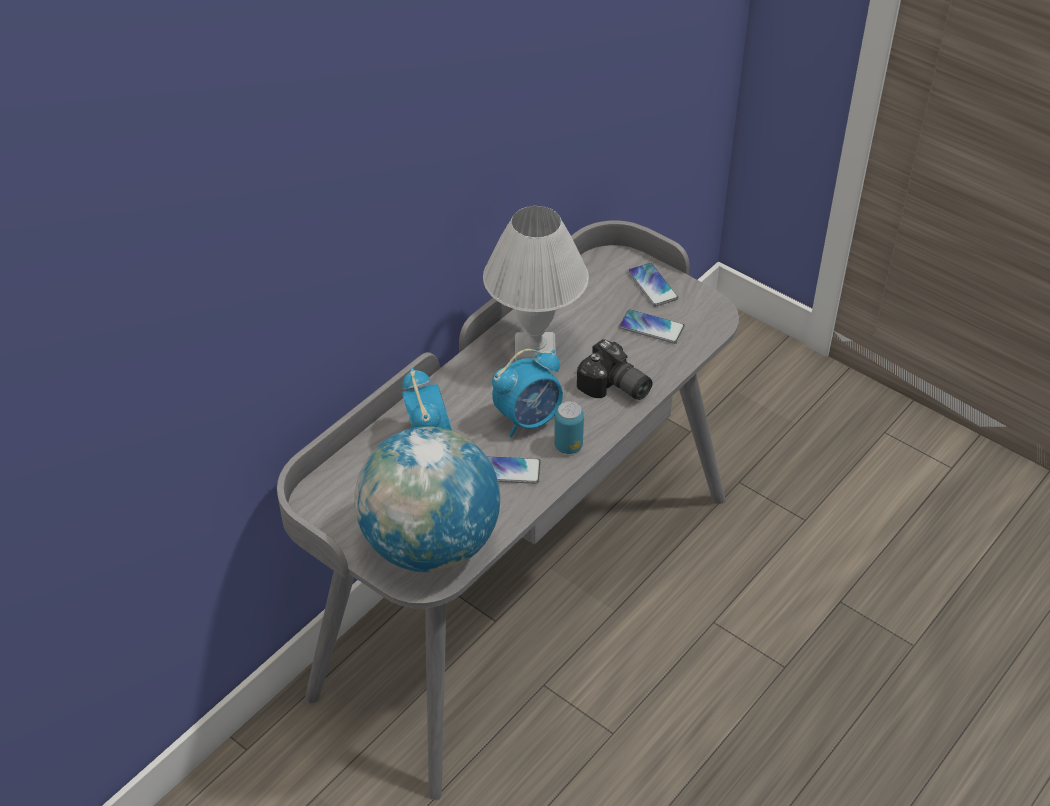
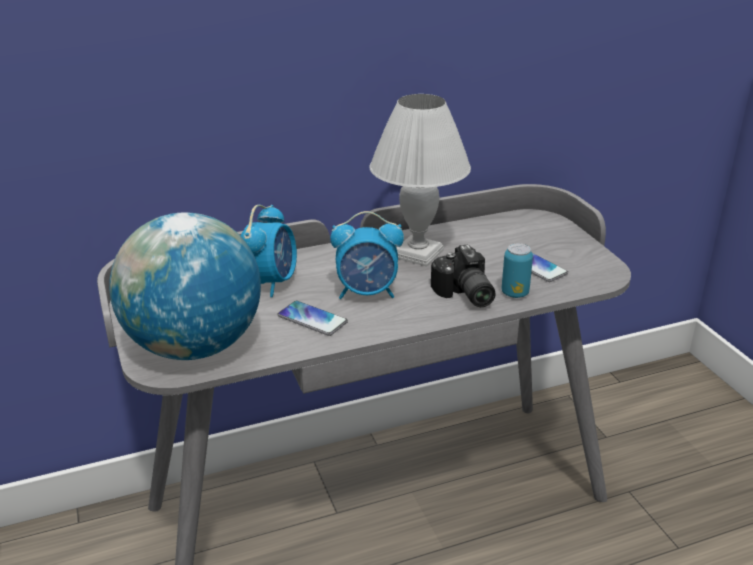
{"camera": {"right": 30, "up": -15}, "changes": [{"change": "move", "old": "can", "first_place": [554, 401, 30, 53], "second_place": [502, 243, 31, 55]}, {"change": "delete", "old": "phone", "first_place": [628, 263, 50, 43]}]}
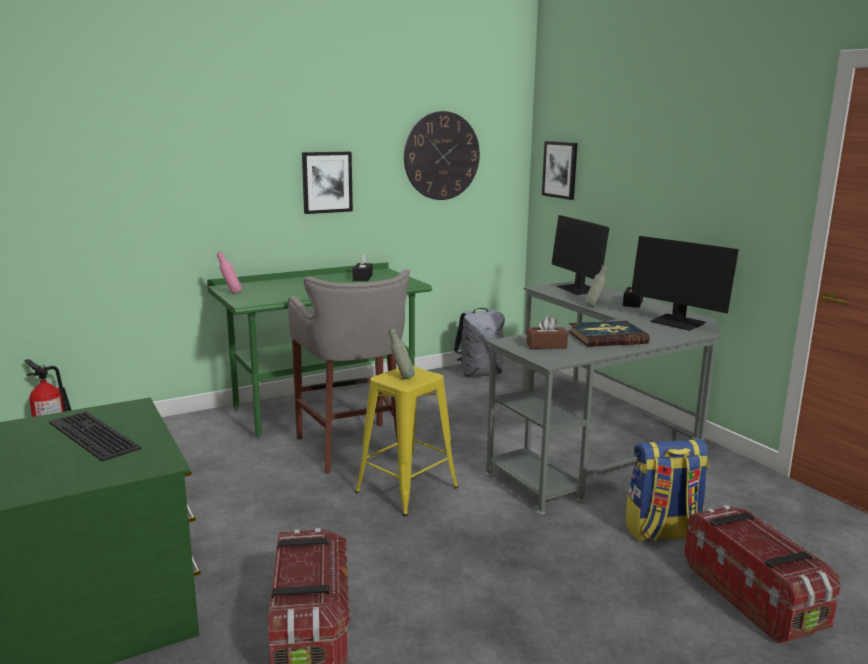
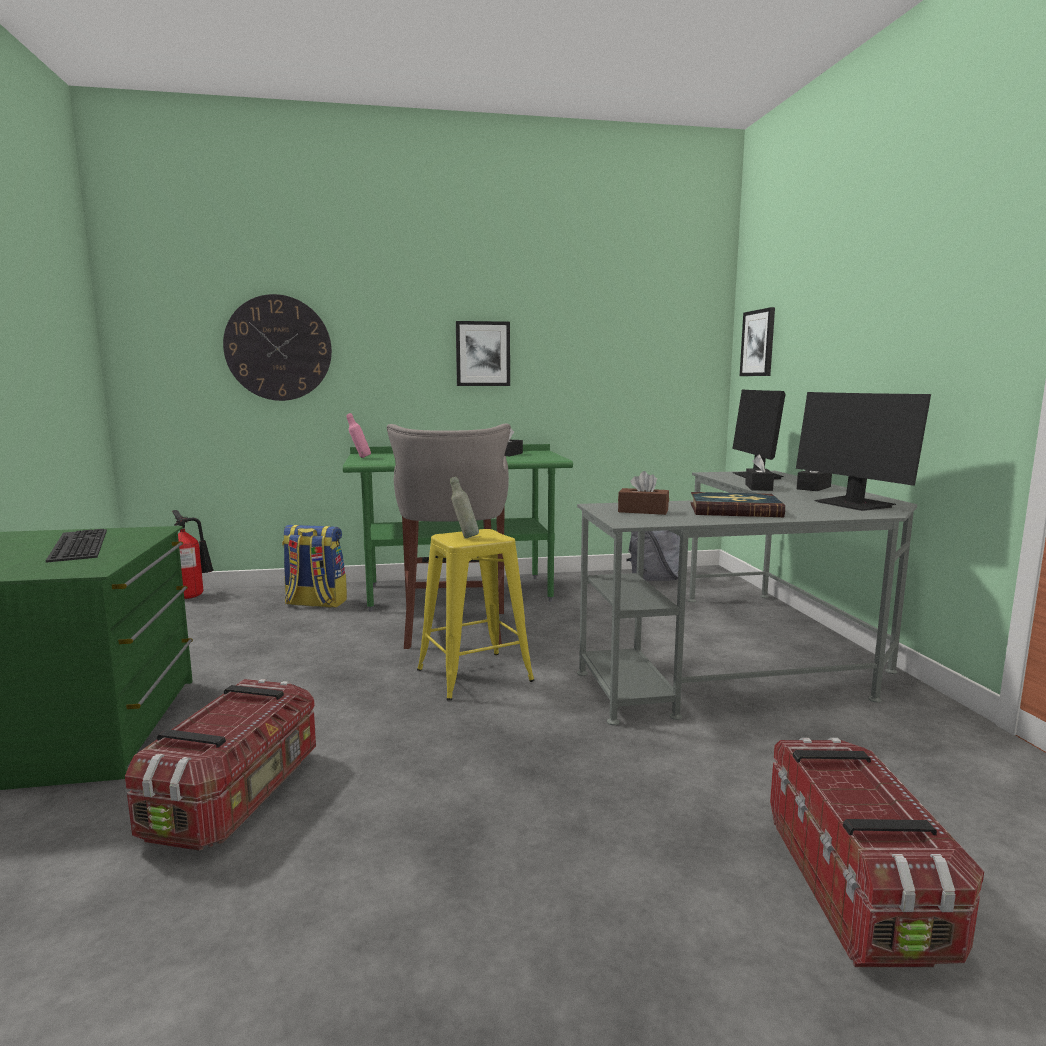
{"camera": {"right": 20, "up": -5}, "changes": [{"change": "move", "old": "wall clock", "first_place": [404, 111, 76, 89], "second_place": [223, 294, 109, 107]}, {"change": "move", "old": "backpack", "first_place": [625, 440, 84, 102], "second_place": [282, 525, 65, 83]}, {"change": "replace", "old": "grey bottle", "new": "black tissue box", "first_place": [585, 264, 23, 43], "second_place": [745, 454, 29, 37]}]}
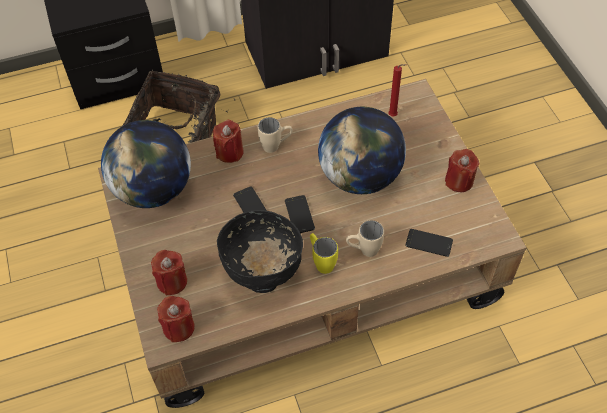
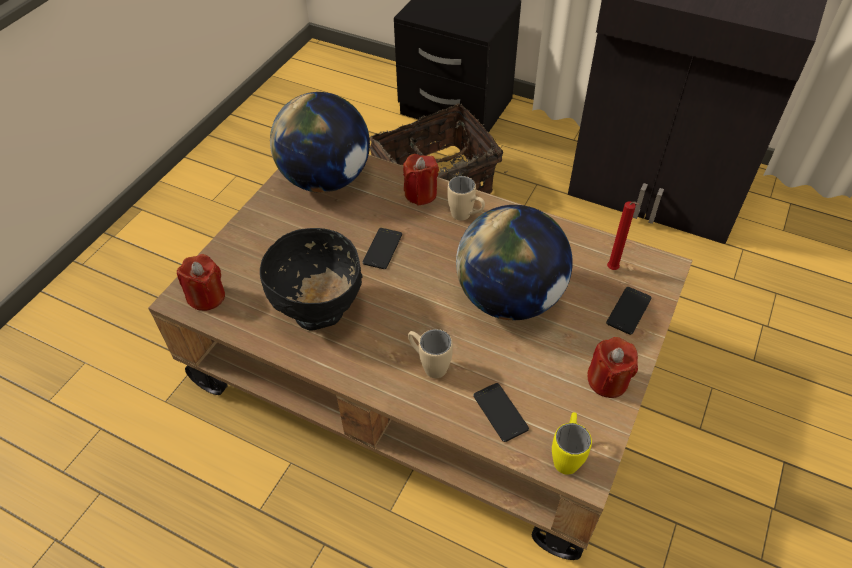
{"camera": {"right": 45, "up": -5}, "changes": [{"change": "move", "old": "yellow mug", "first_place": [310, 233, 28, 41], "second_place": [552, 412, 40, 63]}, {"change": "move", "old": "phone", "first_place": [285, 195, 30, 38], "second_place": [606, 287, 46, 48]}, {"change": "delete", "old": "red candle", "first_place": [151, 250, 36, 46]}]}
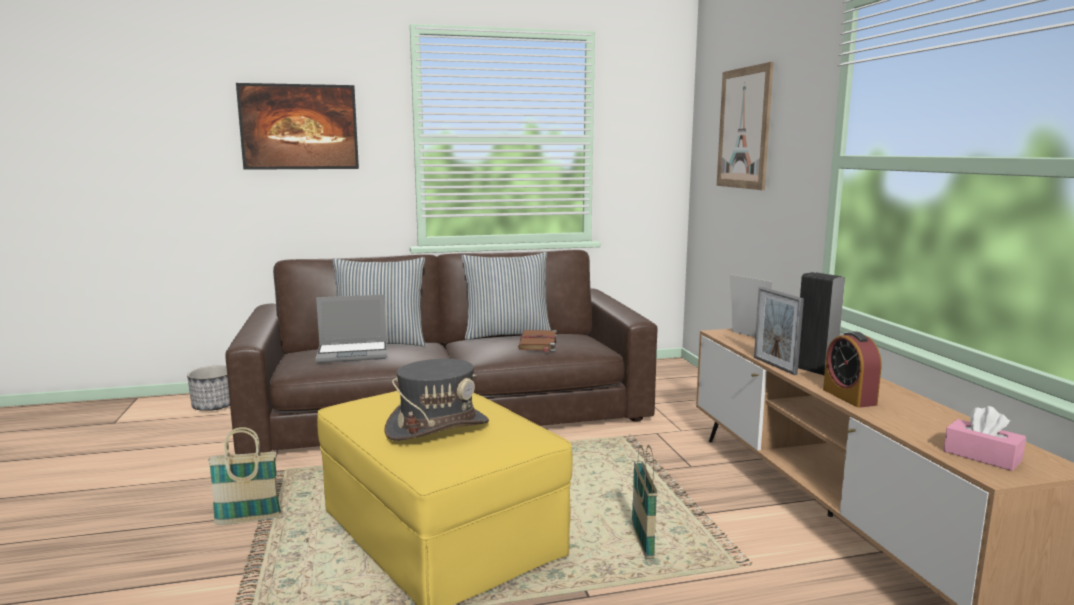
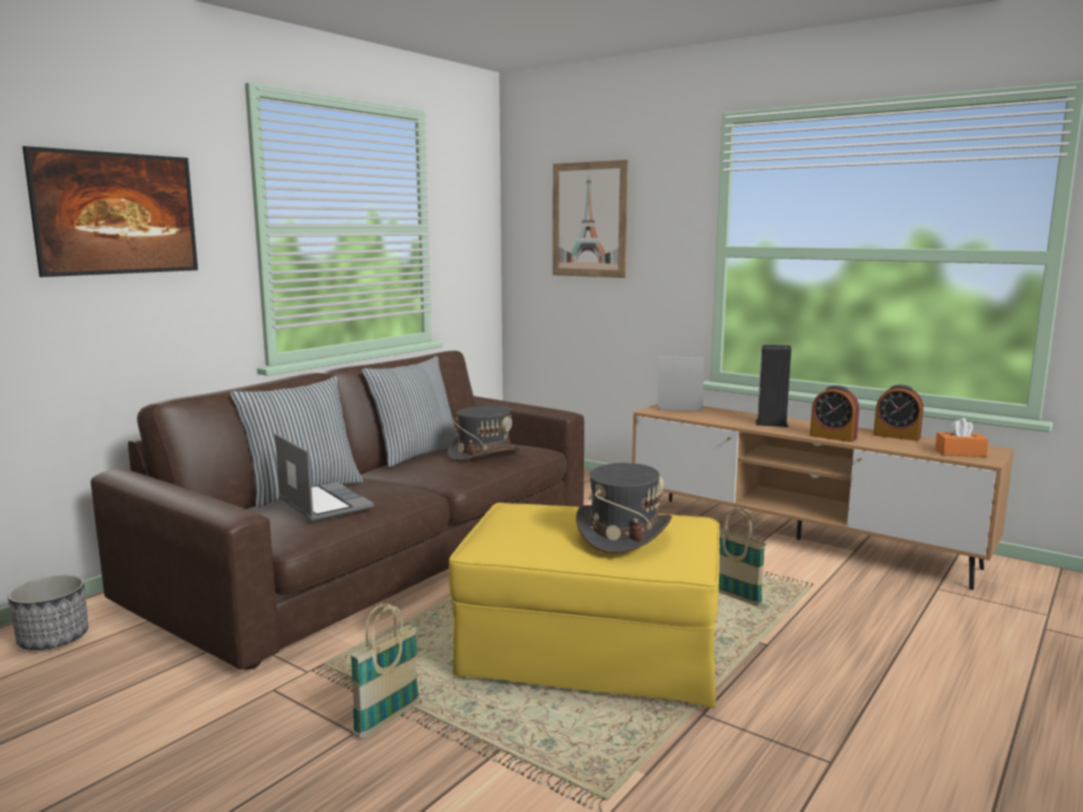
{"camera": {"right": -40, "up": 0}, "changes": [{"change": "rotate", "old": "laptop", "first_place": [315, 294, 72, 69], "second_place": [275, 434, 99, 88], "degrees": -75}, {"change": "replace", "old": "brown book", "new": "grey hat", "first_place": [518, 330, 39, 22], "second_place": [448, 406, 72, 55]}, {"change": "insert", "new": "alarm clock", "second_place": [874, 384, 49, 57]}, {"change": "recolor", "old": "pink tissue box", "new": "orange tissue box", "first_place": [943, 406, 83, 65], "second_place": [935, 418, 54, 39]}, {"change": "delete", "old": "picture frame", "first_place": [754, 287, 50, 88]}]}
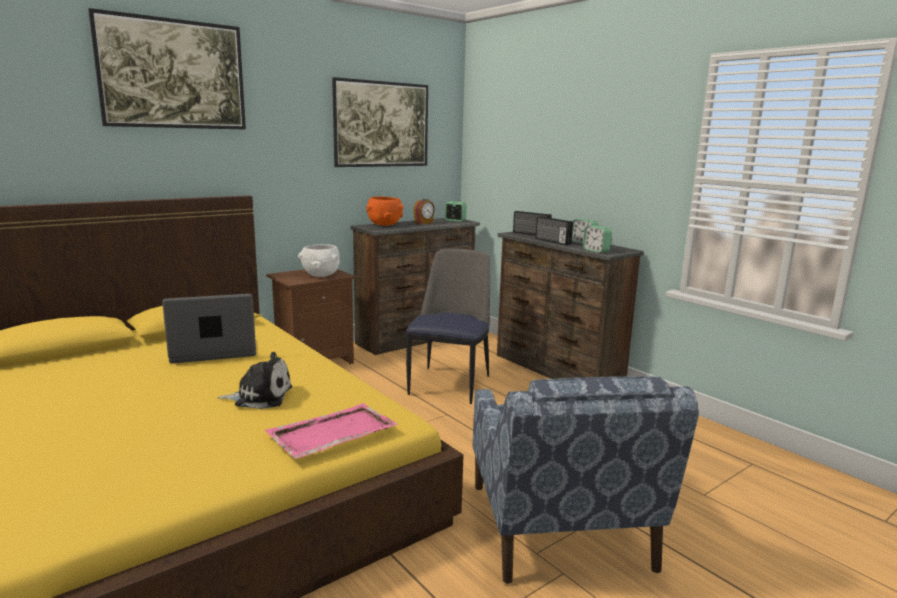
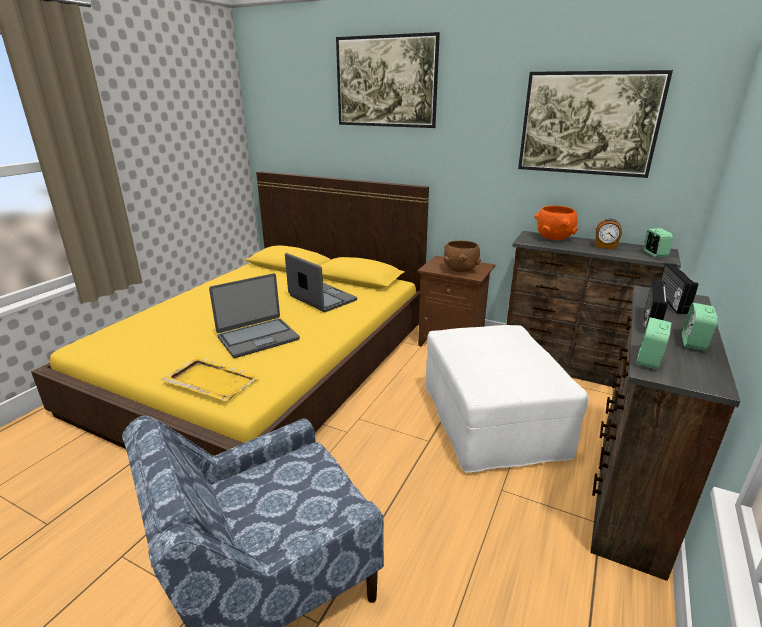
{"camera": {"right": 65, "up": 10}, "changes": [{"change": "recolor", "old": "pink tray", "new": "yellow tray", "first_place": [264, 403, 134, 56], "second_place": [160, 356, 101, 45]}, {"change": "replace", "old": "plush toy", "new": "laptop", "first_place": [217, 352, 75, 57], "second_place": [209, 273, 91, 85]}, {"change": "replace", "old": "chair", "new": "white ottoman", "first_place": [406, 249, 84, 155], "second_place": [425, 325, 164, 148]}, {"change": "recolor", "old": "white bowl", "new": "brown bowl", "first_place": [298, 244, 42, 33], "second_place": [444, 241, 37, 31]}]}
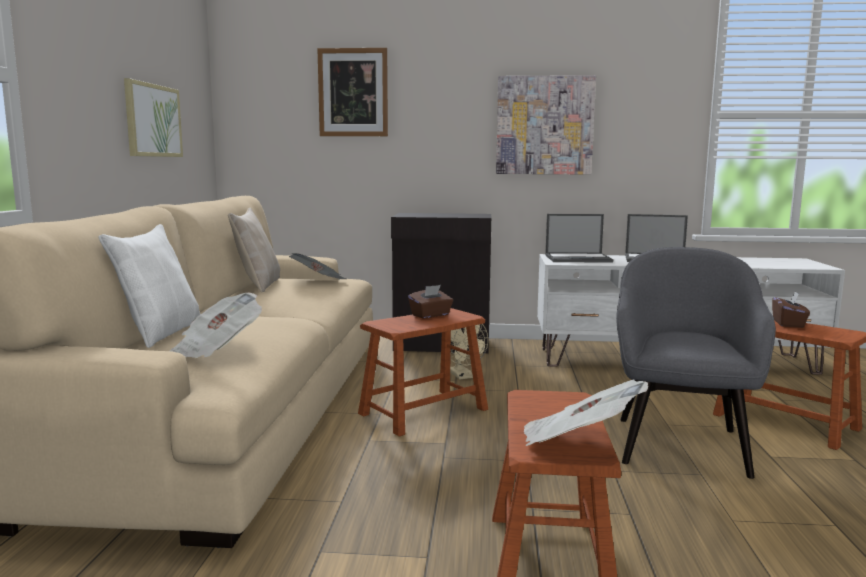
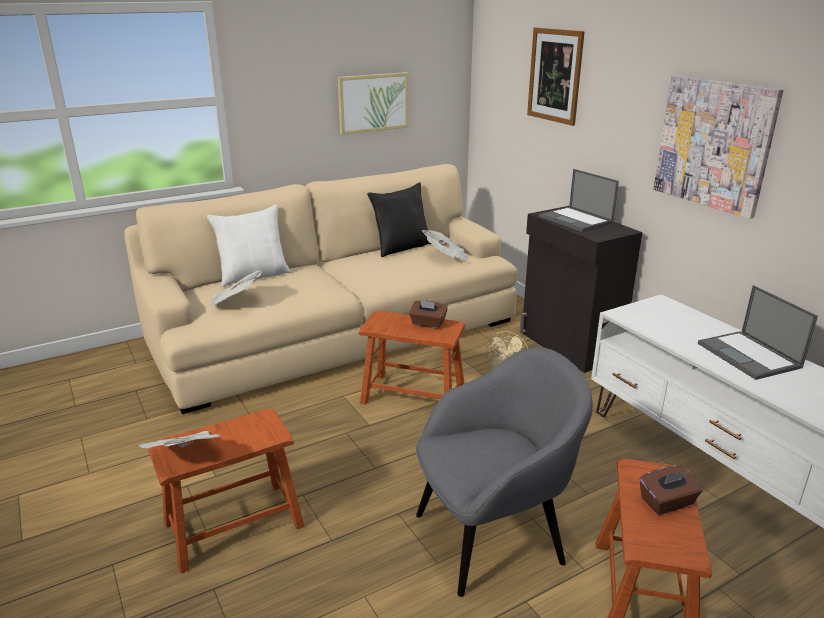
{"camera": {"right": 55, "up": 15}, "changes": [{"change": "recolor", "old": "beige pillow", "new": "black pillow", "first_place": [228, 208, 52, 85], "second_place": [367, 182, 64, 75]}, {"change": "move", "old": "laptop", "first_place": [545, 214, 68, 49], "second_place": [539, 169, 80, 63]}]}
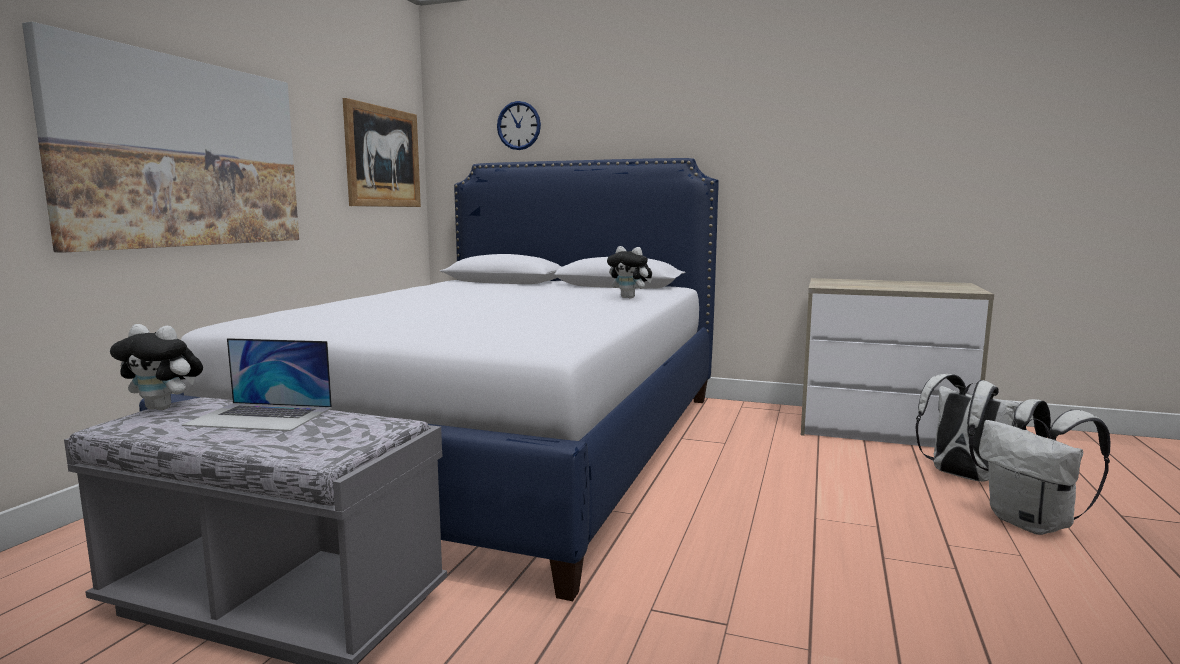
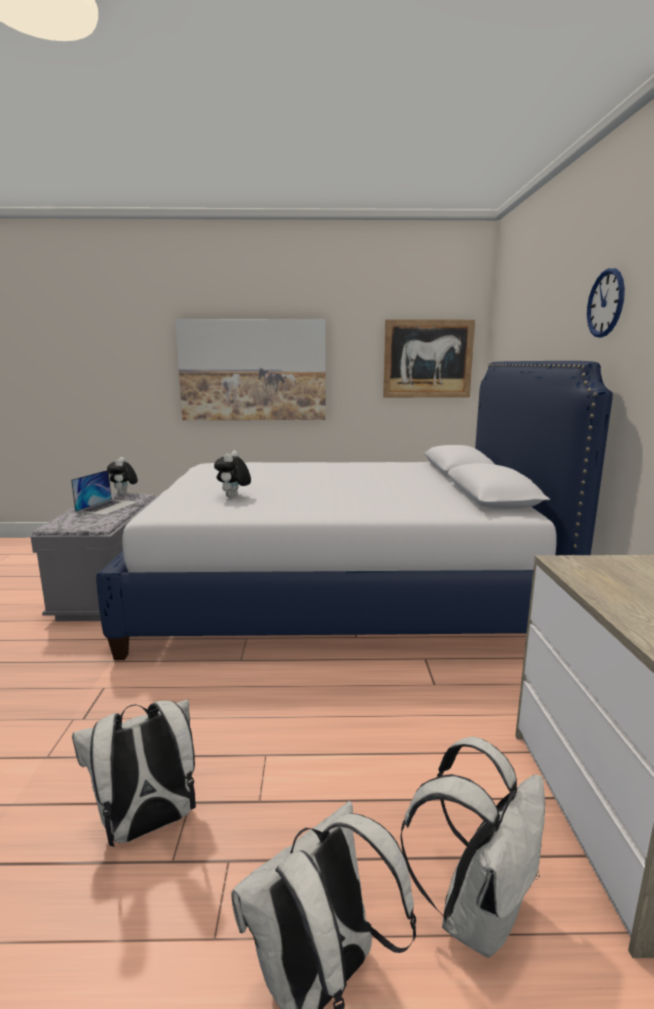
{"camera": {"right": 70, "up": 5}, "changes": [{"change": "rotate", "old": "laptop", "first_place": [182, 338, 150, 93], "second_place": [71, 470, 67, 45], "degrees": -150}, {"change": "insert", "new": "white backpack", "second_place": [72, 699, 124, 148]}, {"change": "move", "old": "plush toy", "first_place": [607, 246, 45, 52], "second_place": [214, 450, 37, 48]}, {"change": "move", "old": "wall clock", "first_place": [497, 101, 44, 49], "second_place": [587, 268, 38, 70]}]}
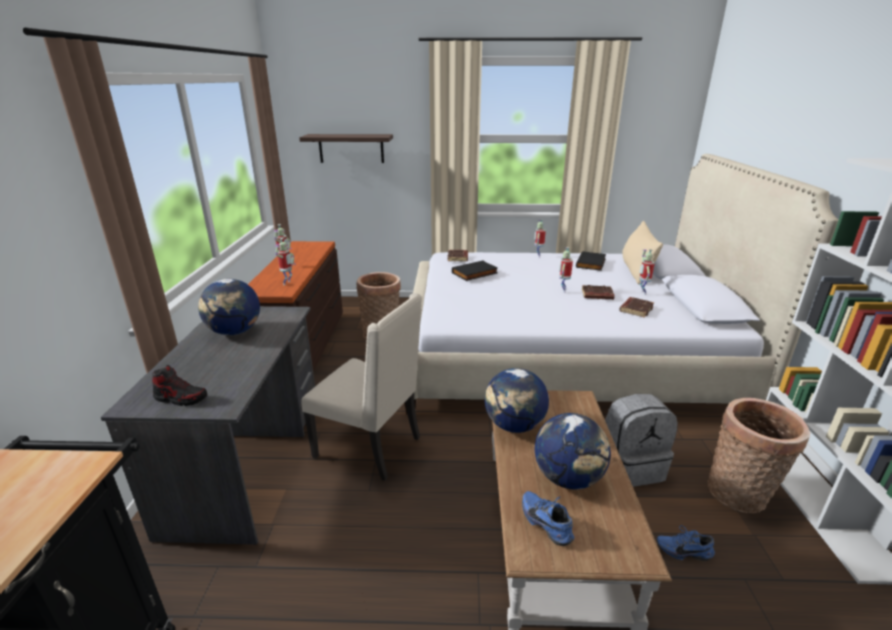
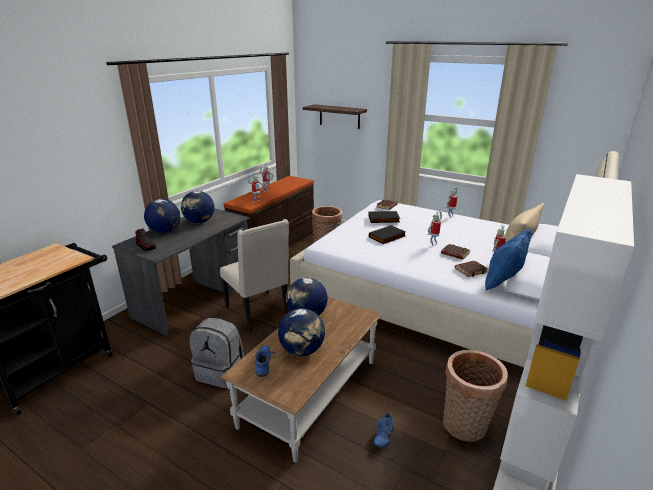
{"camera": {"right": 30, "up": 0}, "changes": [{"change": "insert", "new": "globe", "second_place": [144, 199, 36, 34]}, {"change": "move", "old": "grey backpack", "first_place": [605, 394, 73, 93], "second_place": [190, 318, 54, 70]}, {"change": "move", "old": "black book", "first_place": [576, 251, 30, 20], "second_place": [369, 225, 37, 19]}, {"change": "rotate", "old": "blue shoe", "first_place": [657, 525, 58, 36], "second_place": [373, 412, 21, 36], "degrees": -105}, {"change": "insert", "new": "blue pillow", "second_place": [485, 229, 47, 61]}]}
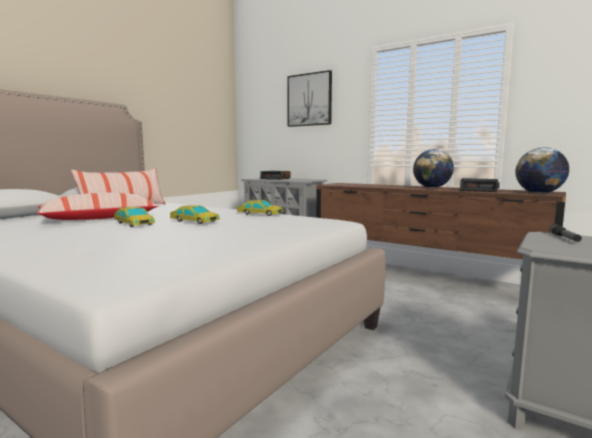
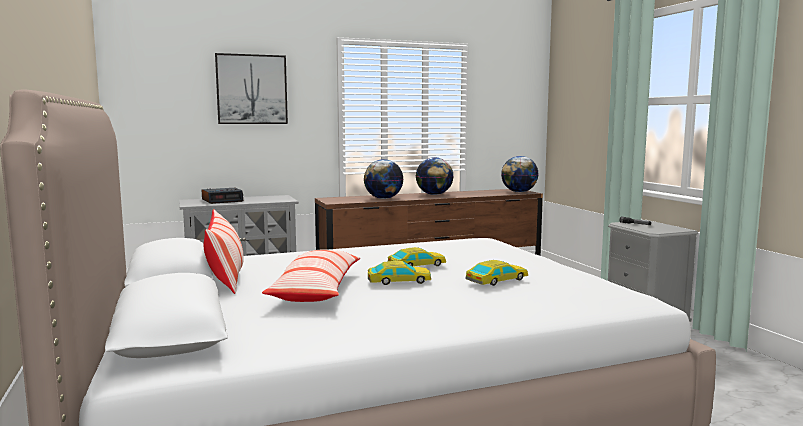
{"camera": {"right": -55, "up": 0}, "changes": [{"change": "insert", "new": "globe", "second_place": [364, 159, 39, 40]}, {"change": "move", "old": "toy car", "first_place": [237, 200, 46, 16], "second_place": [465, 260, 63, 26]}, {"change": "delete", "old": "alarm clock", "first_place": [460, 178, 40, 14]}]}
